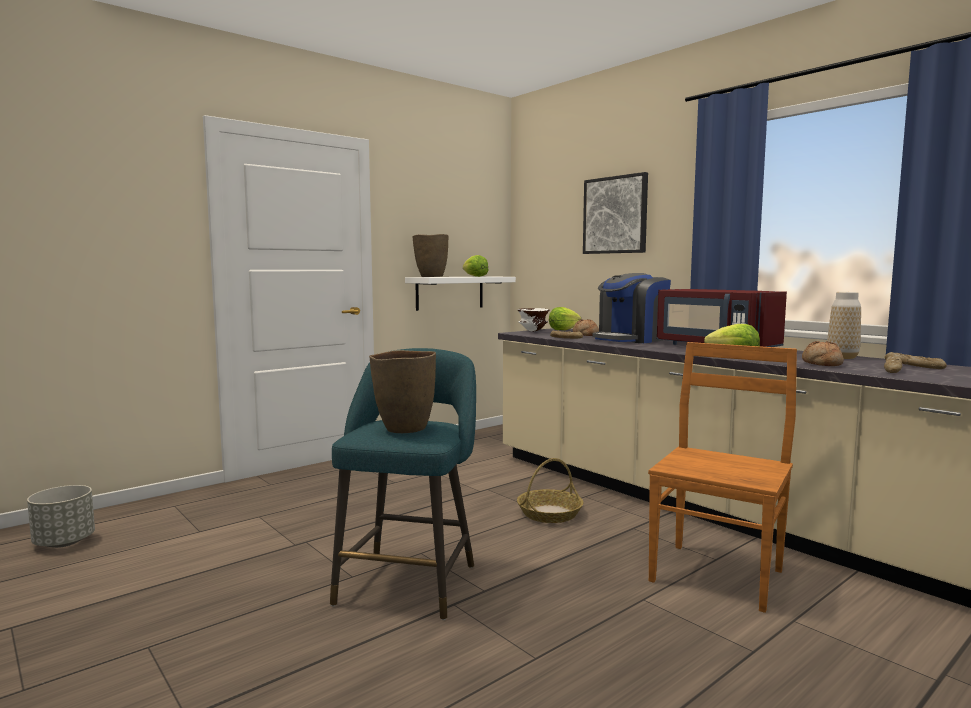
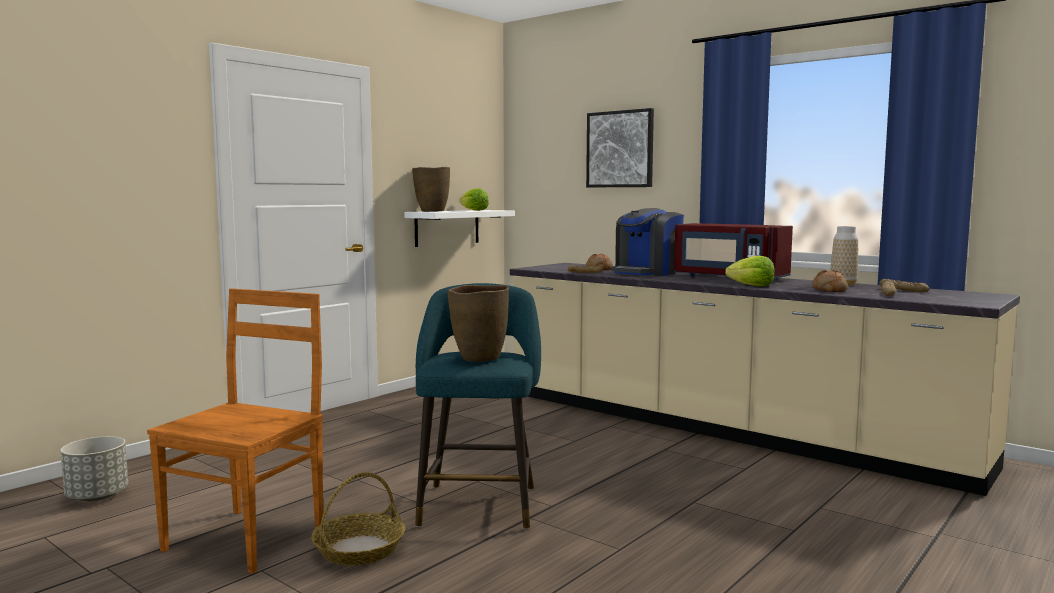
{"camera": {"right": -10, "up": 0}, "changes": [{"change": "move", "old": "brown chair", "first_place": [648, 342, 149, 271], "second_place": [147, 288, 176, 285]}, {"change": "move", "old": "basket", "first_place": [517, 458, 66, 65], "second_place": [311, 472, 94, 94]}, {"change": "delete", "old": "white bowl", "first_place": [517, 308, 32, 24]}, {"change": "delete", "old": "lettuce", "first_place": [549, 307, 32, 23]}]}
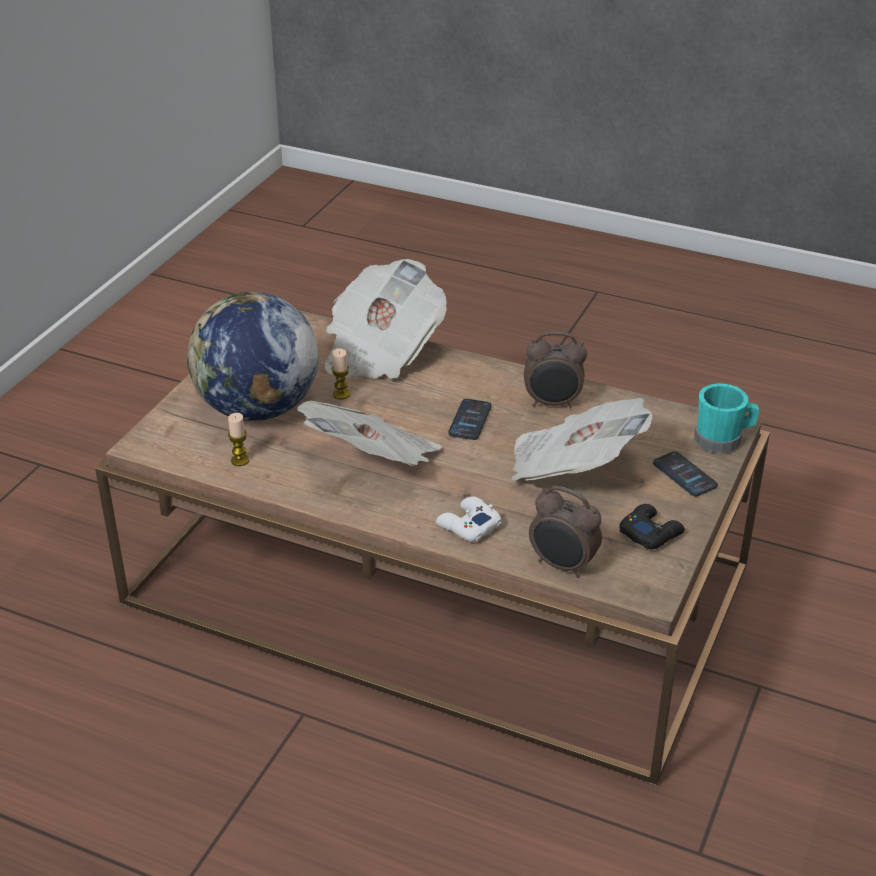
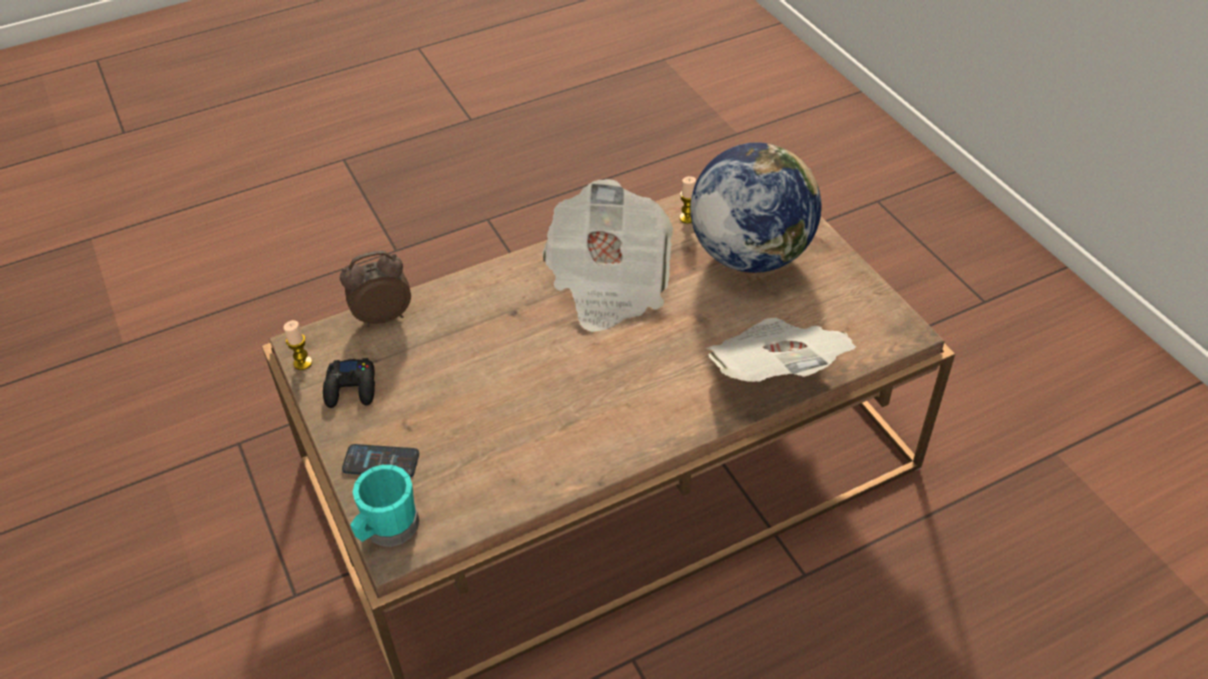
{"camera": {"right": 130, "up": 10}, "changes": [{"change": "move", "old": "candle", "first_place": [331, 348, 19, 51], "second_place": [283, 320, 29, 50]}, {"change": "delete", "old": "white game controller", "first_place": [436, 496, 65, 46]}, {"change": "delete", "old": "phone", "first_place": [448, 399, 44, 41]}, {"change": "delete", "old": "newspaper", "first_place": [511, 398, 142, 83]}, {"change": "delete", "old": "alarm clock", "first_place": [524, 332, 63, 76]}]}
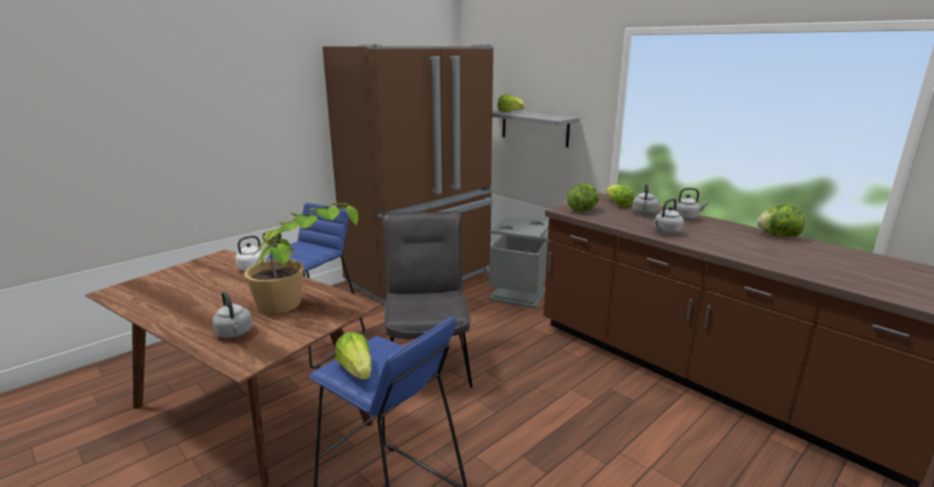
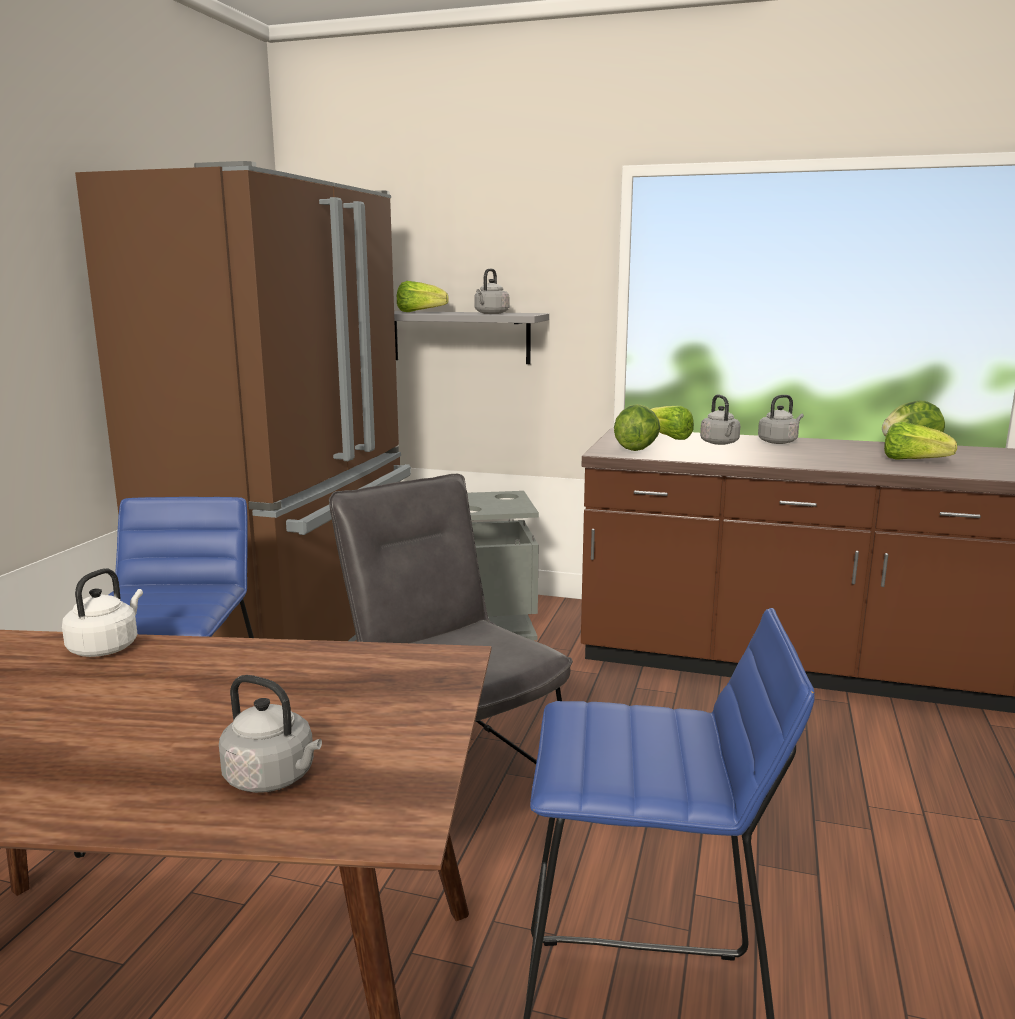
{"camera": {"right": -30, "up": -5}, "changes": [{"change": "move", "old": "grey kettle", "first_place": [654, 198, 30, 36], "second_place": [474, 269, 35, 45]}, {"change": "move", "old": "lettuce", "first_place": [335, 332, 36, 48], "second_place": [884, 422, 73, 38]}, {"change": "delete", "old": "potted plant", "first_place": [244, 203, 114, 111]}]}
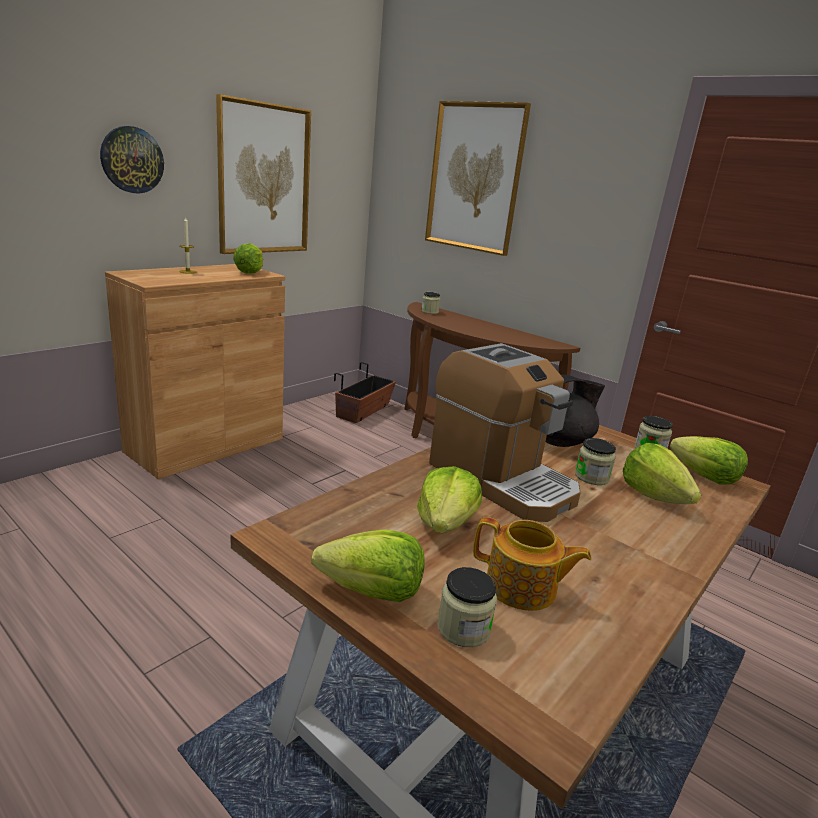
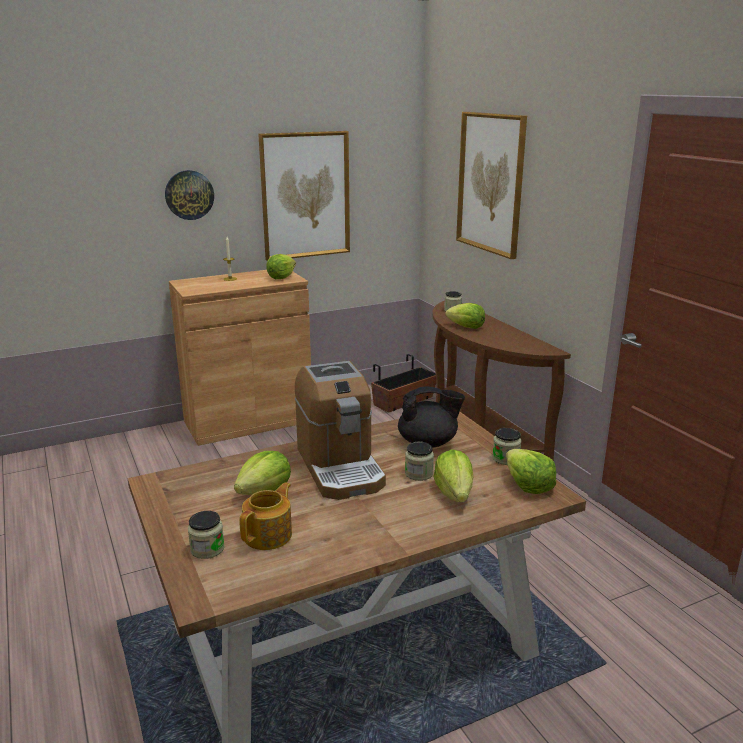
{"camera": {"right": 25, "up": 0}, "changes": [{"change": "rotate", "old": "teapot", "first_place": [473, 517, 119, 94], "second_place": [239, 482, 53, 68], "degrees": -105}, {"change": "move", "old": "lettuce", "first_place": [311, 529, 114, 73], "second_place": [445, 303, 40, 26]}]}
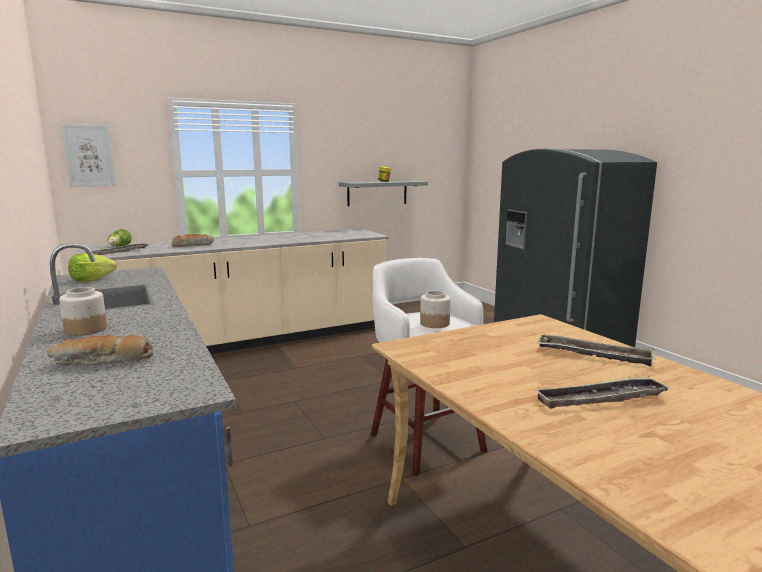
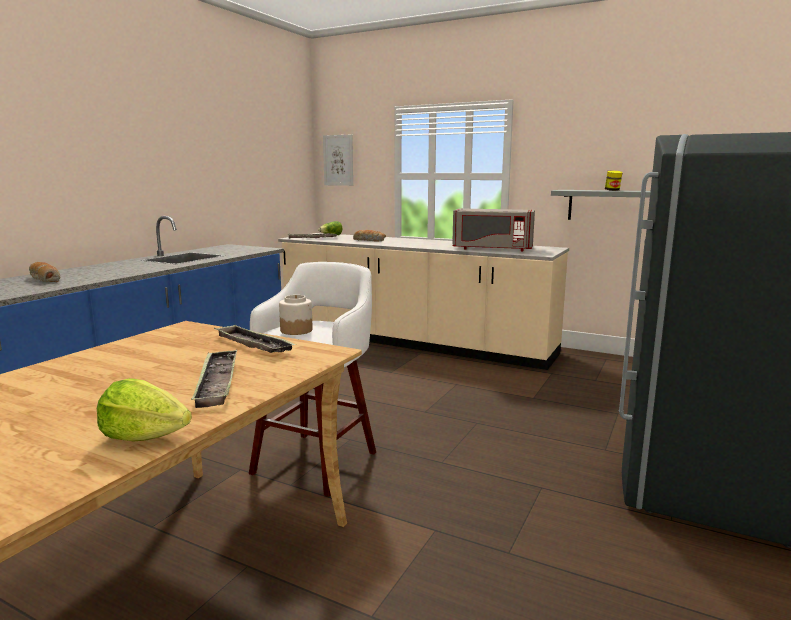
{"camera": {"right": 55, "up": 0}, "changes": [{"change": "move", "old": "lettuce", "first_place": [68, 253, 49, 29], "second_place": [97, 378, 95, 64]}, {"change": "move", "old": "tray", "first_place": [534, 377, 136, 32], "second_place": [214, 324, 82, 29]}, {"change": "insert", "new": "grey microwave", "second_place": [452, 209, 83, 43]}, {"change": "delete", "old": "jar", "first_place": [59, 287, 48, 49]}]}
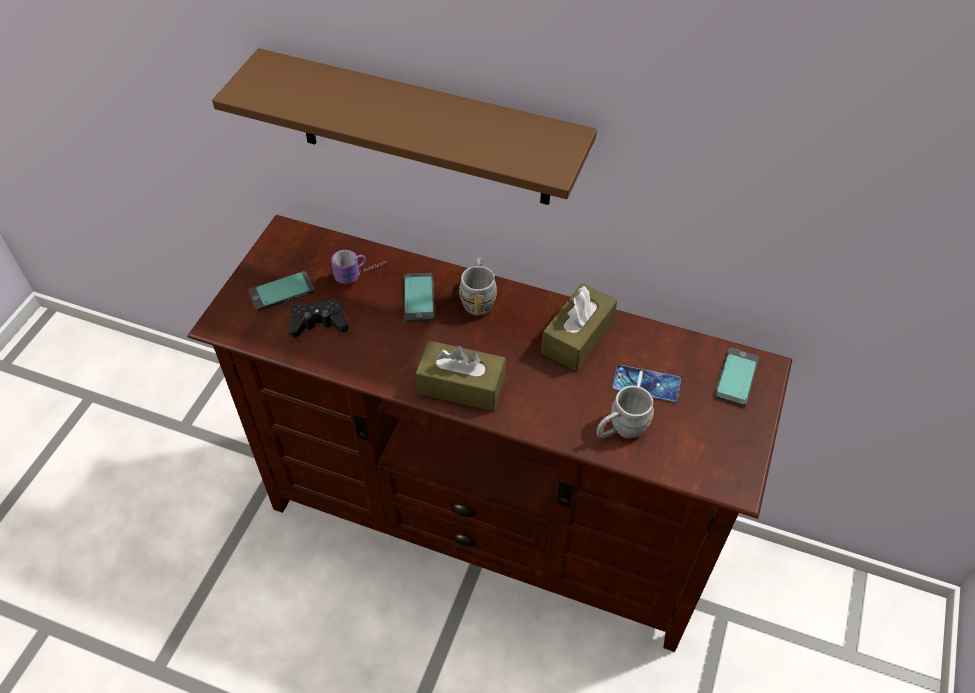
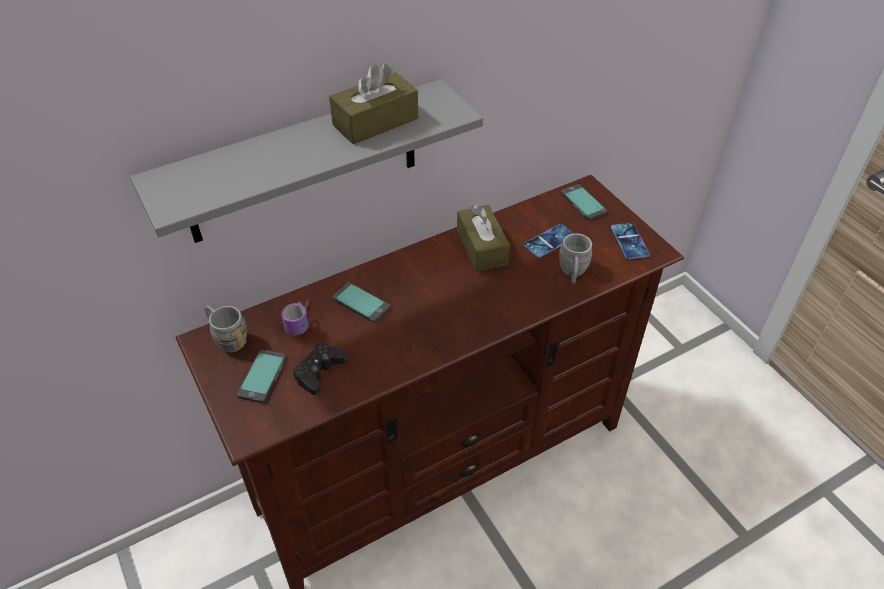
{"camera": {"right": -50, "up": -5}, "changes": [{"change": "recolor", "old": "brown shelf", "new": "grey shelf", "first_place": [212, 48, 385, 157], "second_place": [130, 79, 353, 164]}, {"change": "move", "old": "grey mug", "first_place": [459, 258, 38, 57], "second_place": [204, 305, 43, 47]}, {"change": "move", "old": "brown tissue box", "first_place": [415, 341, 91, 70], "second_place": [329, 64, 89, 81]}, {"change": "insert", "new": "phone", "second_place": [611, 223, 39, 36]}]}
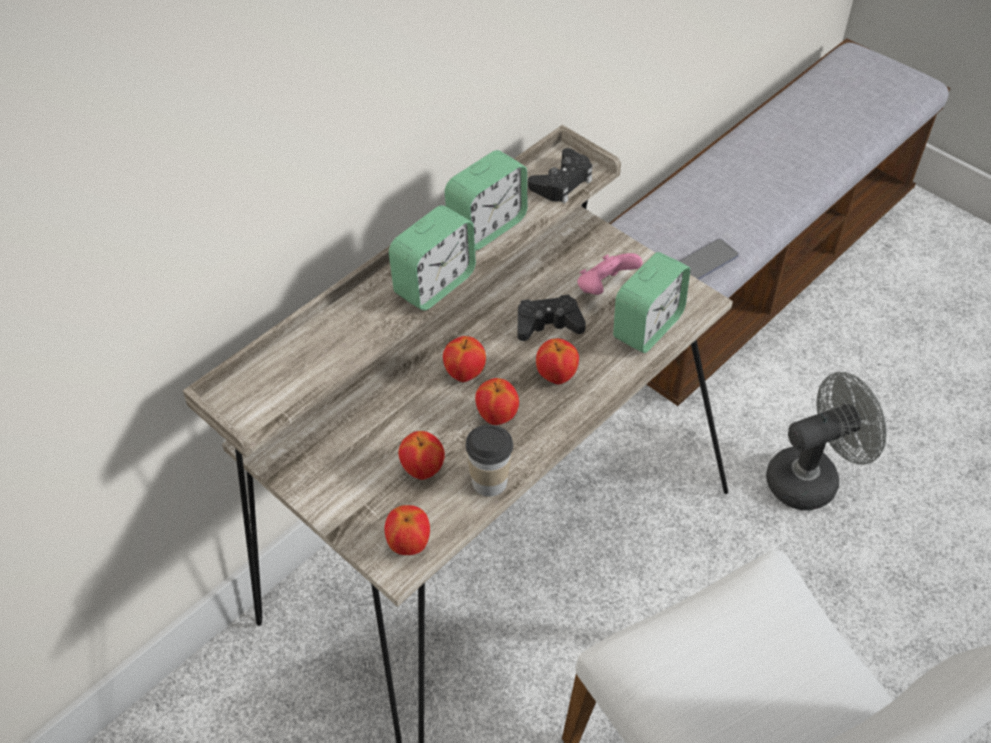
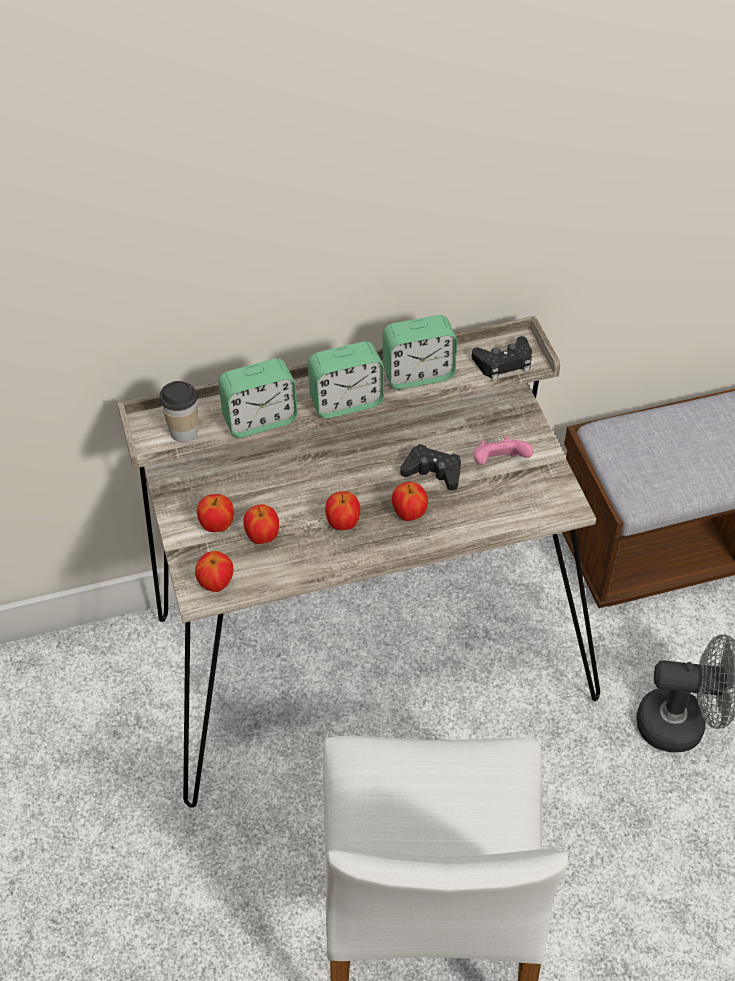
{"camera": {"right": 30, "up": 0}, "changes": [{"change": "move", "old": "cup", "first_place": [466, 425, 47, 71], "second_place": [160, 381, 38, 61]}, {"change": "move", "old": "apple", "first_place": [443, 336, 43, 46], "second_place": [197, 494, 37, 38]}, {"change": "move", "old": "alarm clock", "first_place": [613, 252, 77, 101], "second_place": [218, 358, 80, 80]}, {"change": "delete", "old": "phone", "first_place": [679, 238, 60, 42]}]}
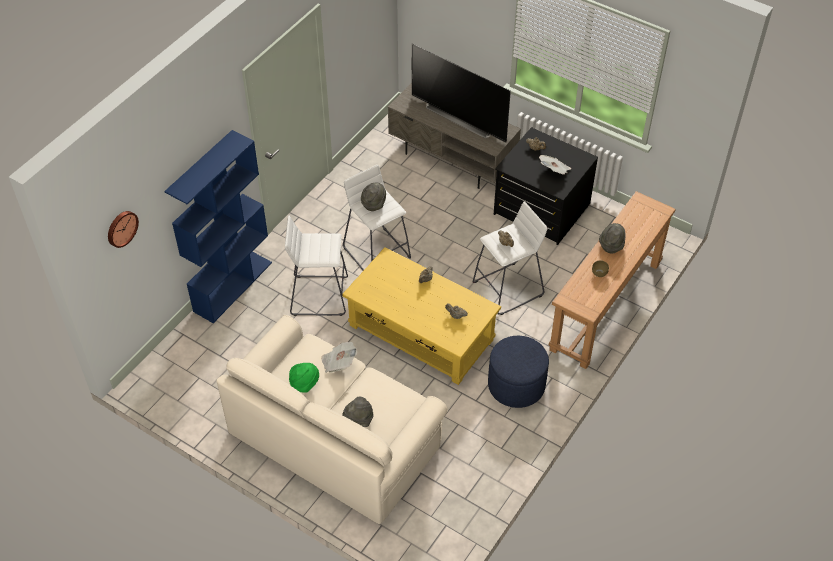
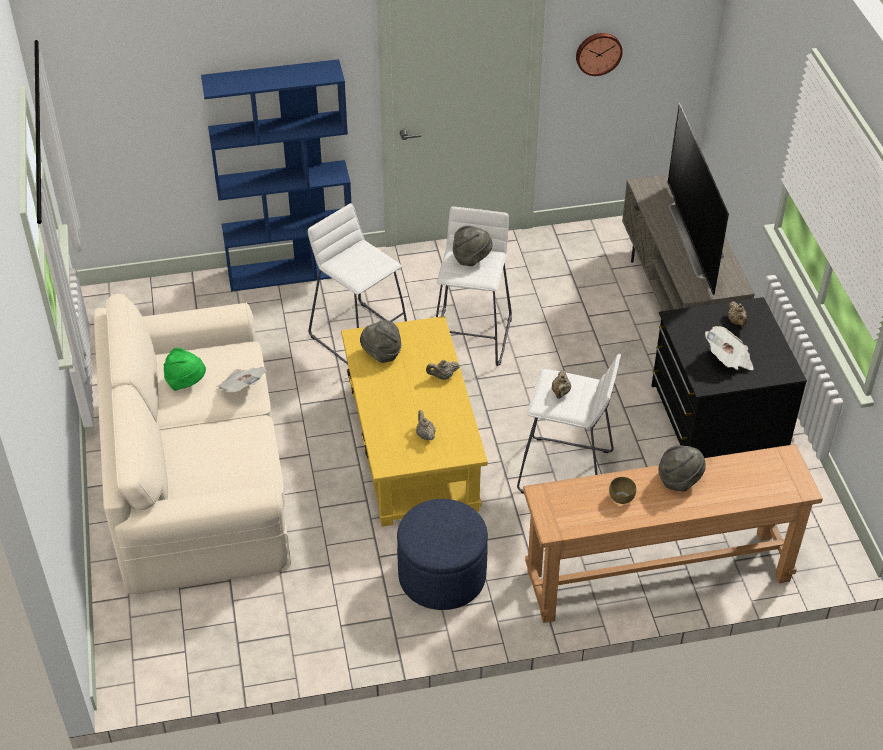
{"camera": {"right": 45, "up": -5}, "changes": [{"change": "move", "old": "grey hat", "first_place": [342, 397, 32, 30], "second_place": [360, 320, 41, 43]}, {"change": "move", "old": "wall clock", "first_place": [108, 211, 31, 37], "second_place": [576, 33, 47, 43]}]}
